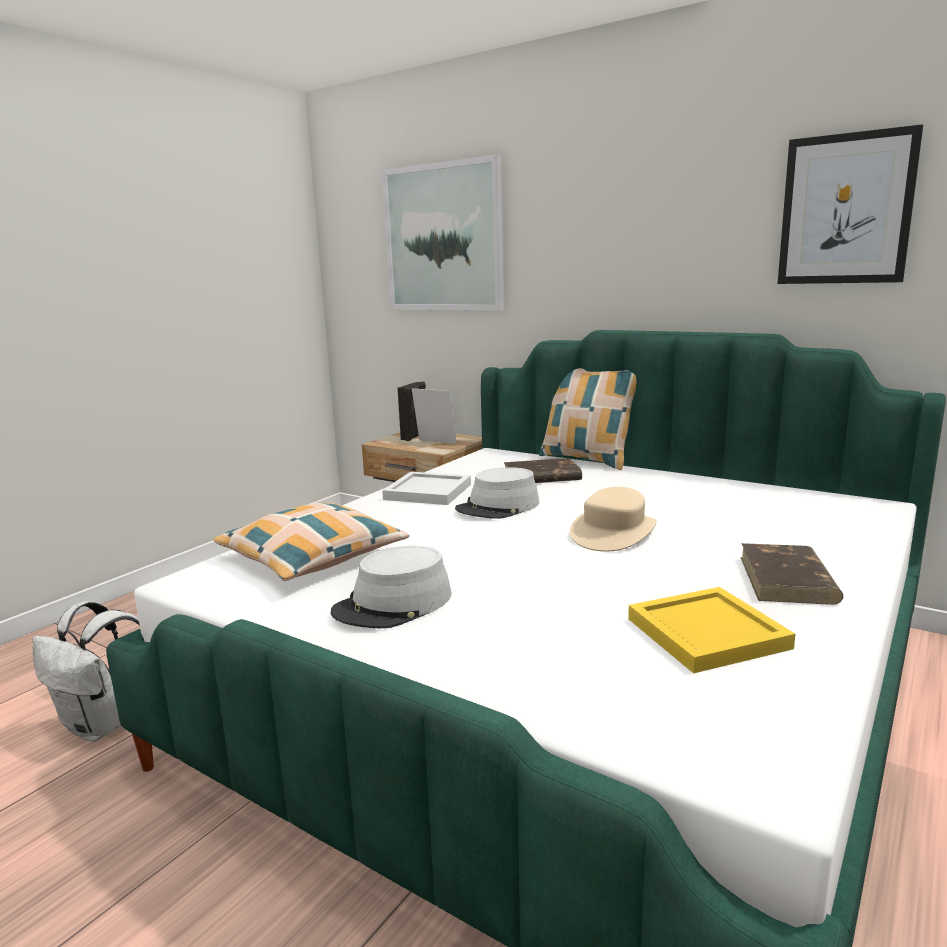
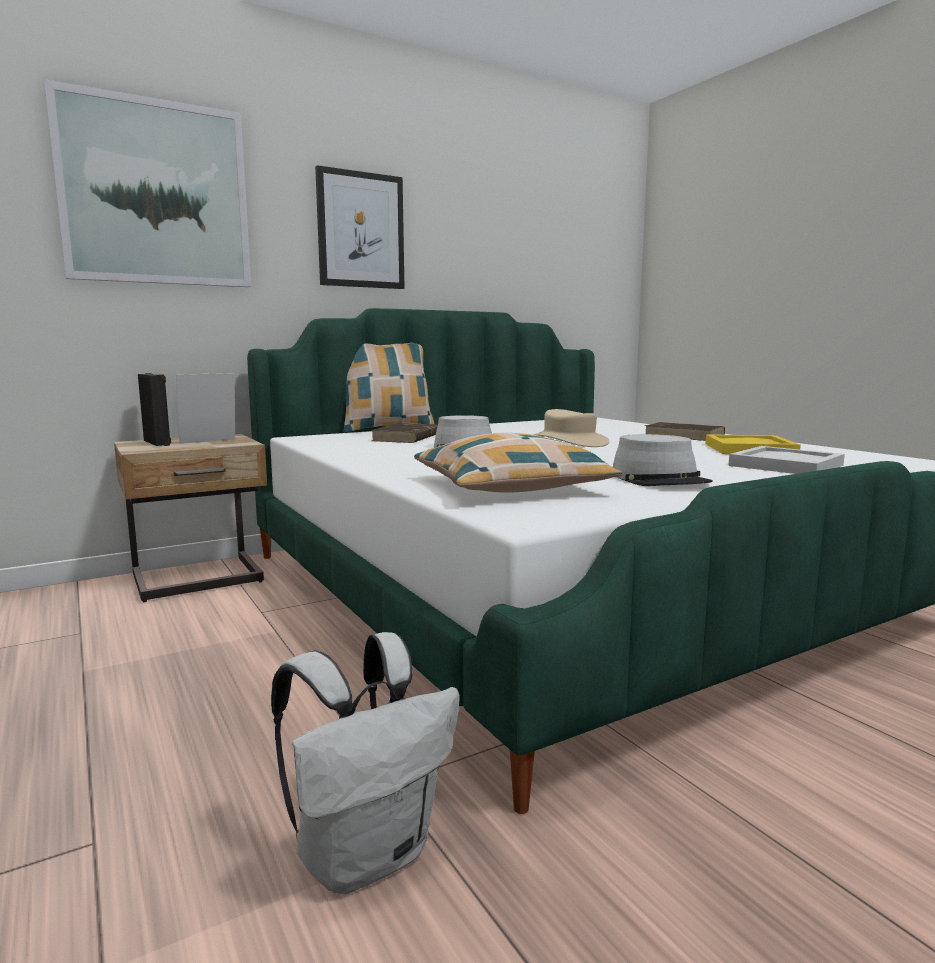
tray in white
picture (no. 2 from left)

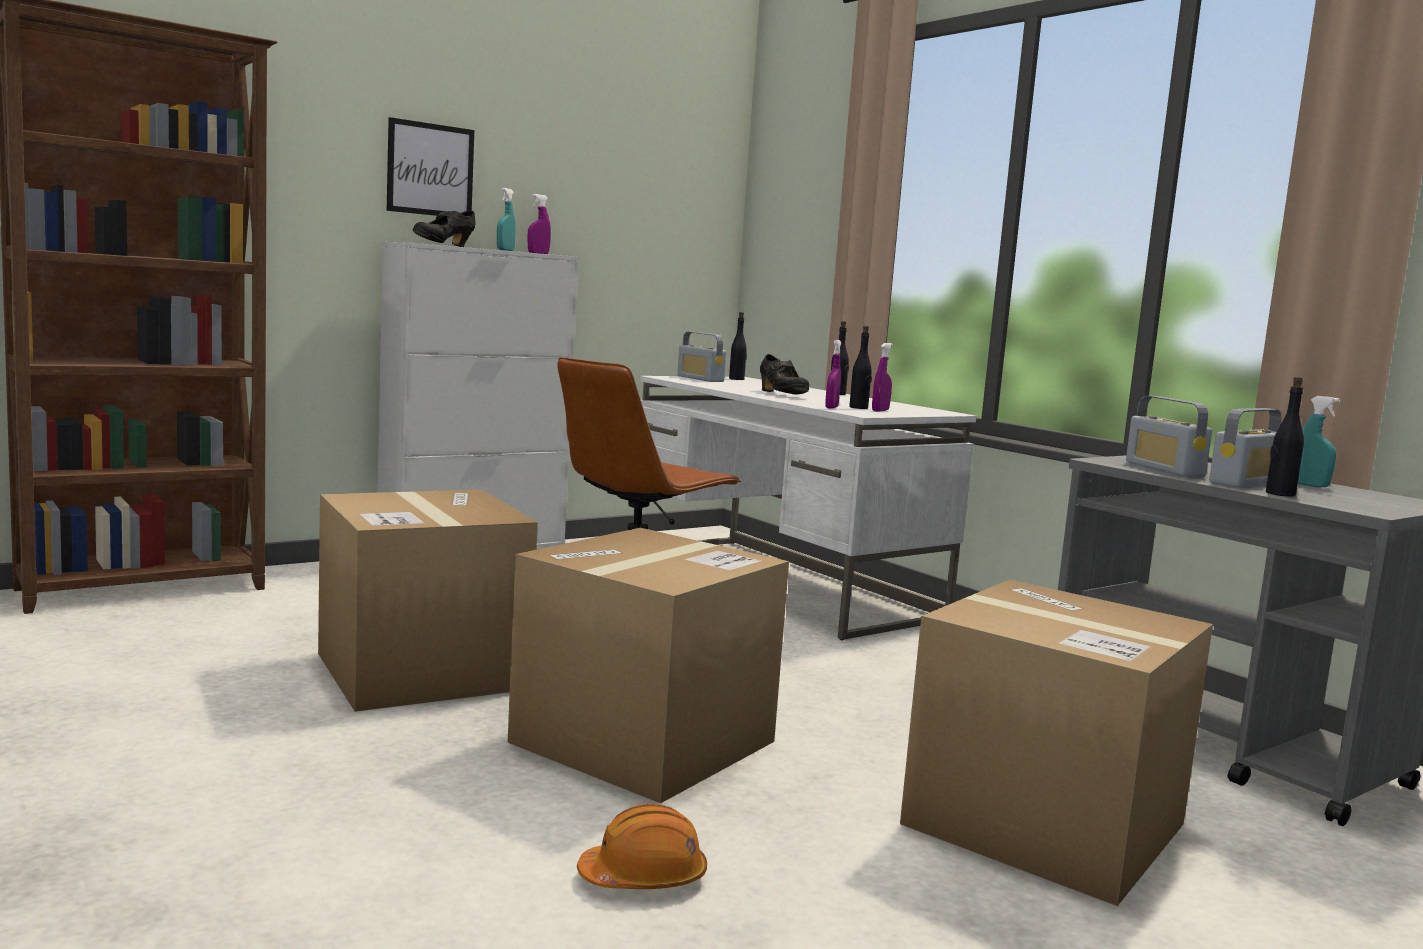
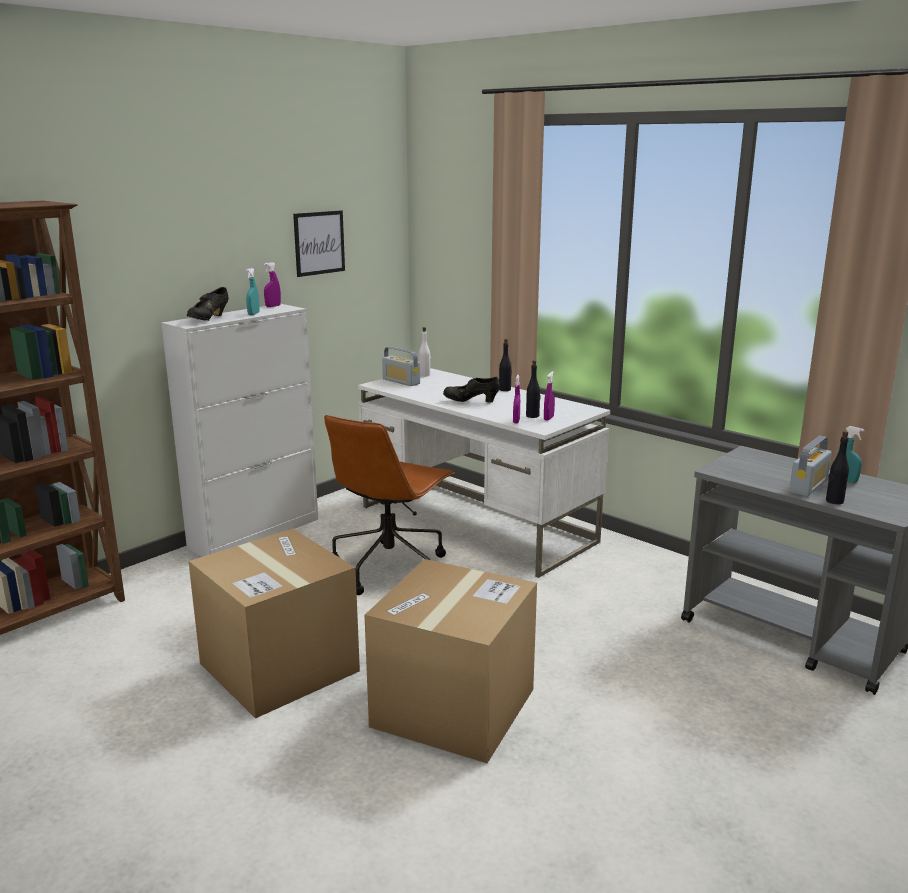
picture
hard hat in orange
bottle in white
shoe in black (no. 2 from left)
cardboard box (no. 3 from left in the first image)
radio (no. 2 from left in the first image)

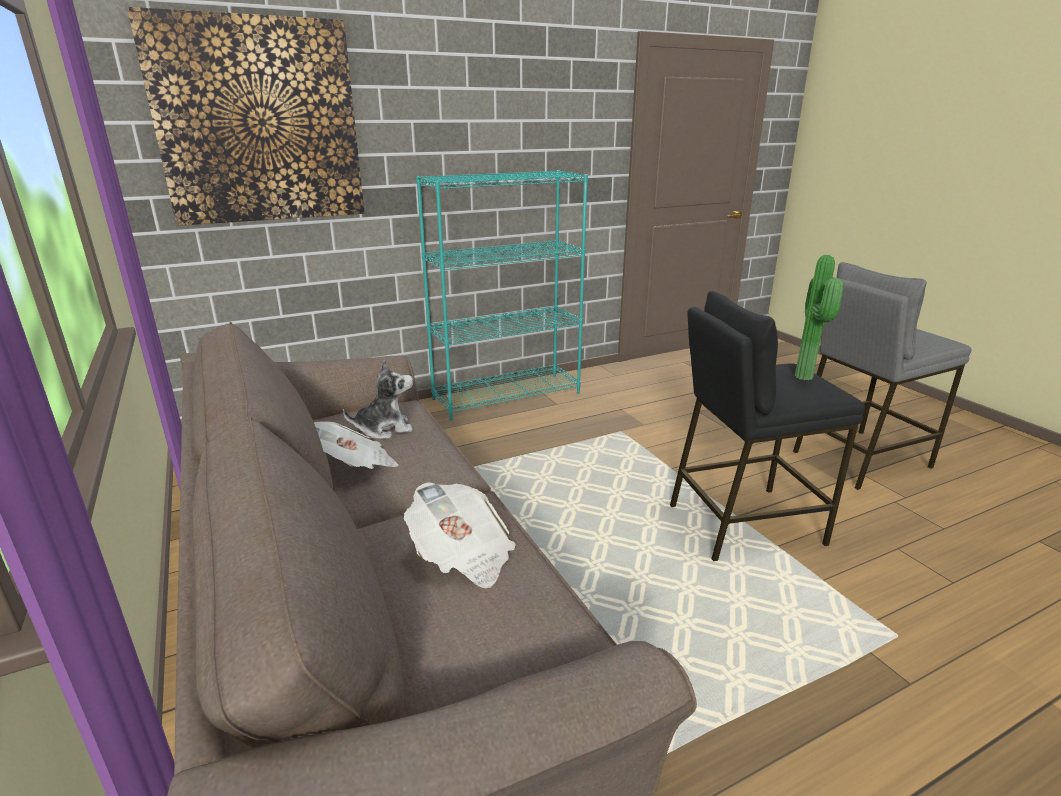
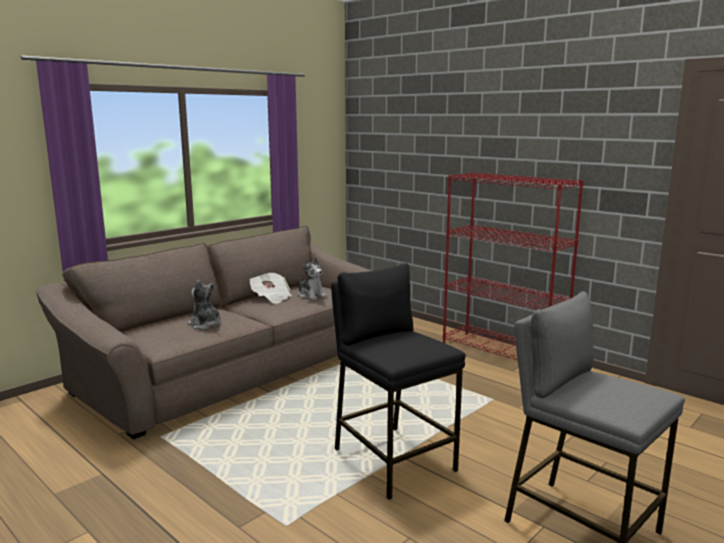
picture
plush toy (no. 1 from left)
bookcase in red
potted plant

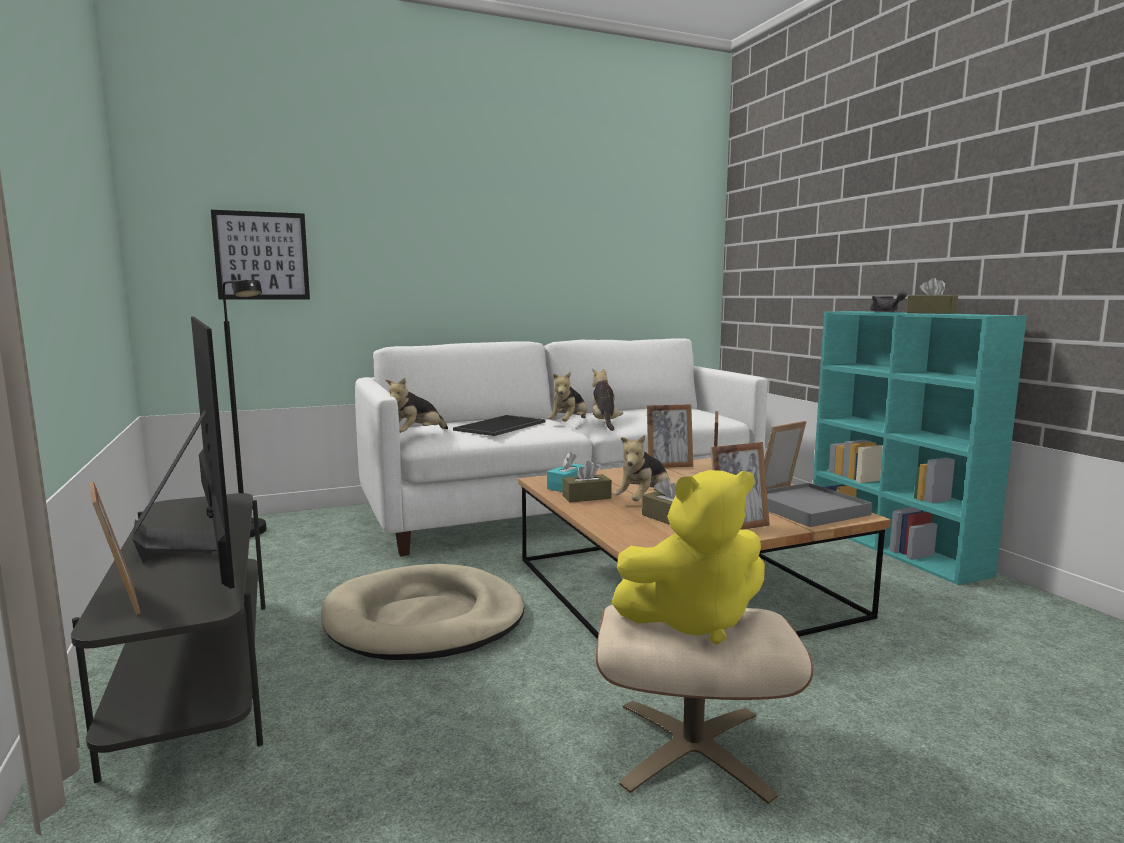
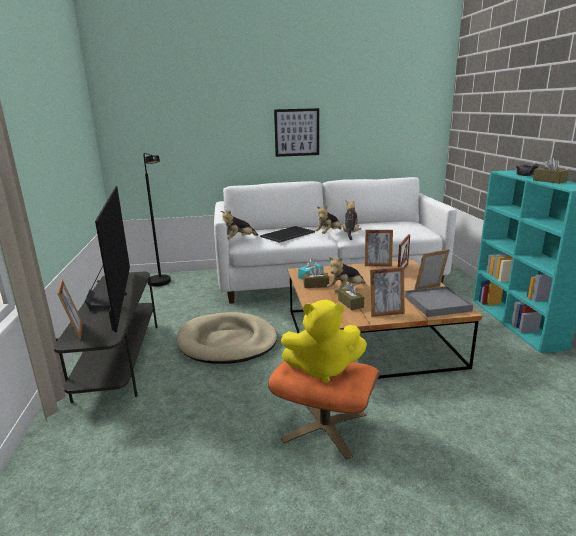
picture
ottoman in orange

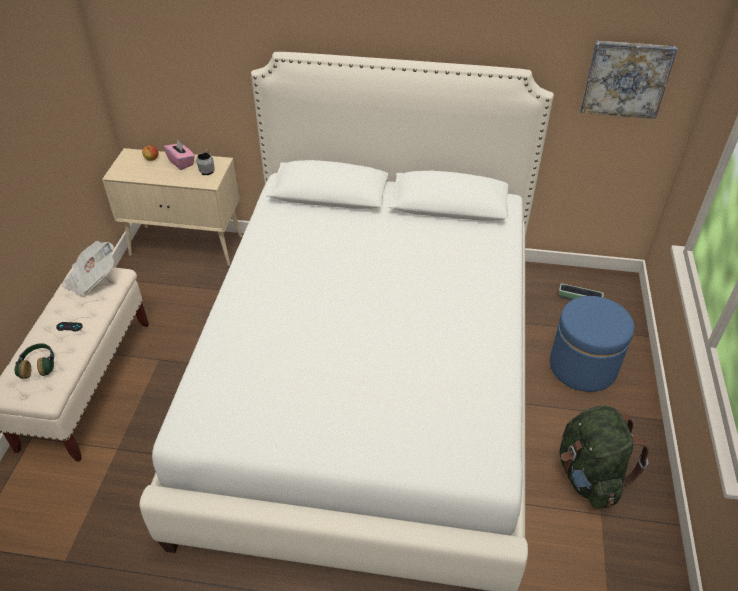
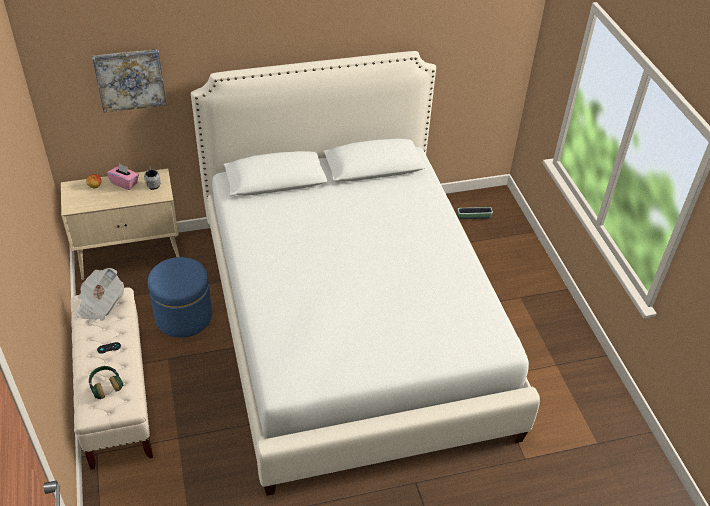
ottoman in blue
backpack in green
picture

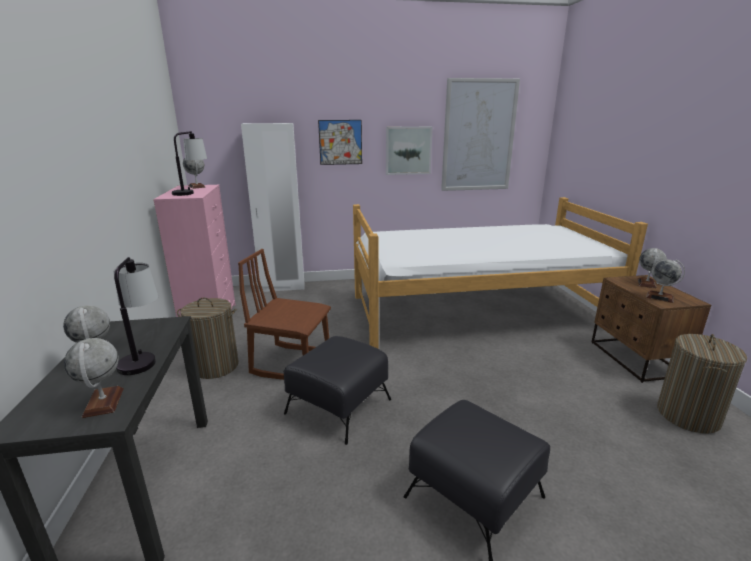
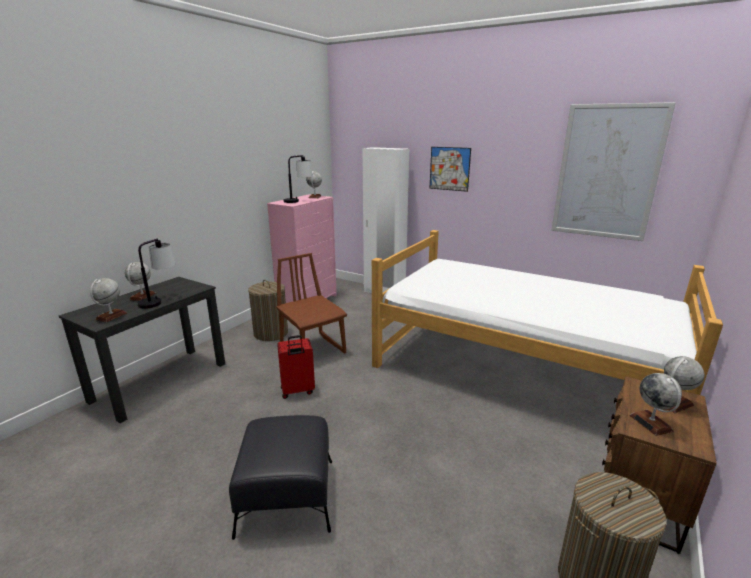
suitcase in red
picture (no. 2 from left in the first image)

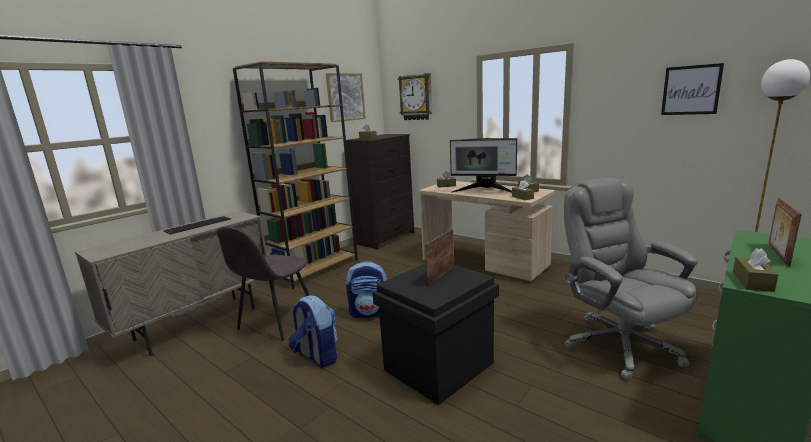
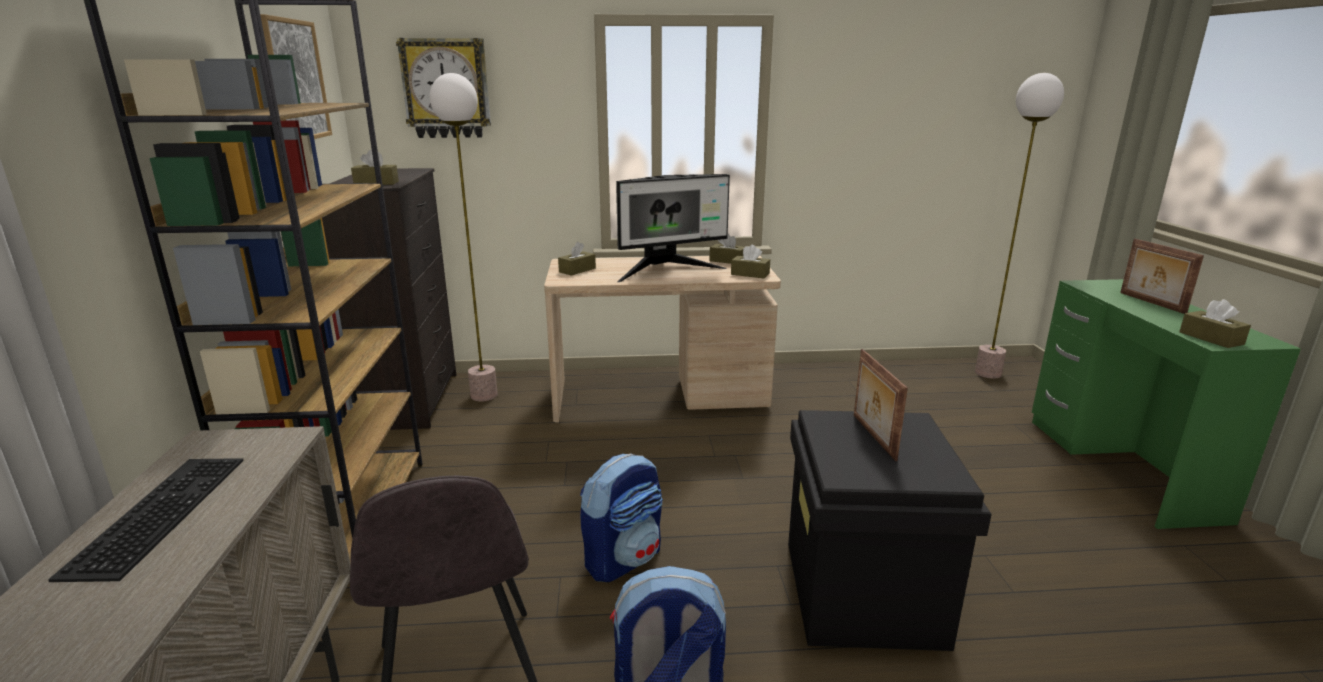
office chair in grey
picture (no. 2 from left in the first image)
floor lamp (no. 1 from left)

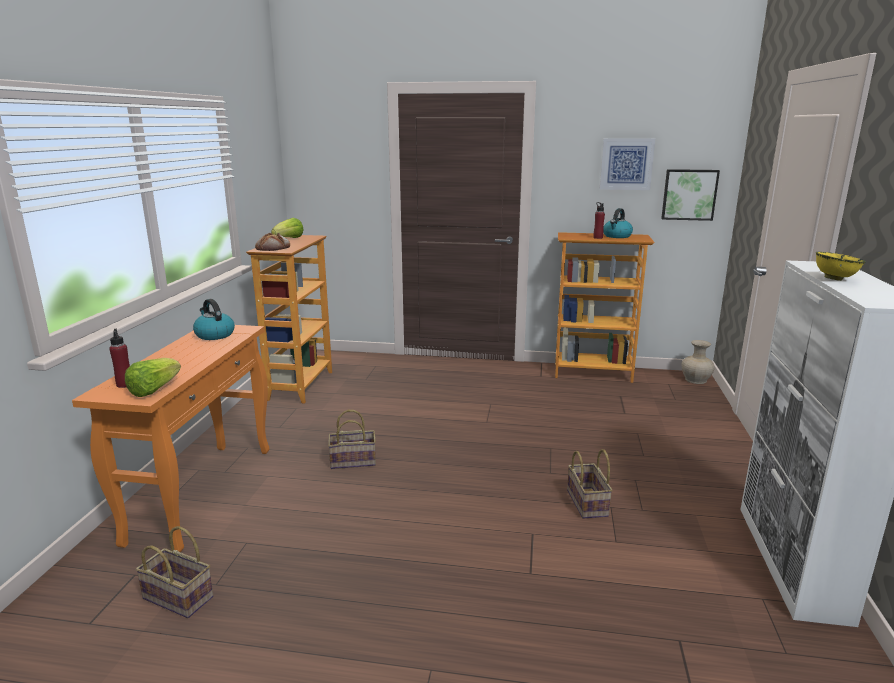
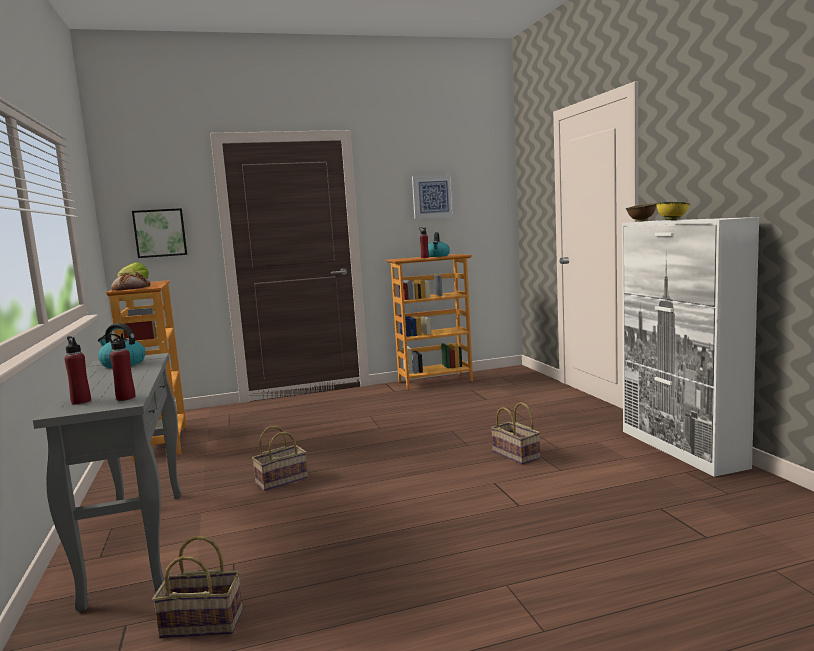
console table in grey
bottle in red (no. 2 from left)
picture (no. 1 from left)
vase in beige
bowl in brown

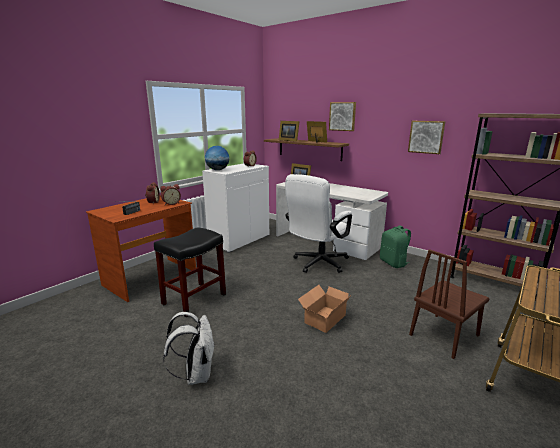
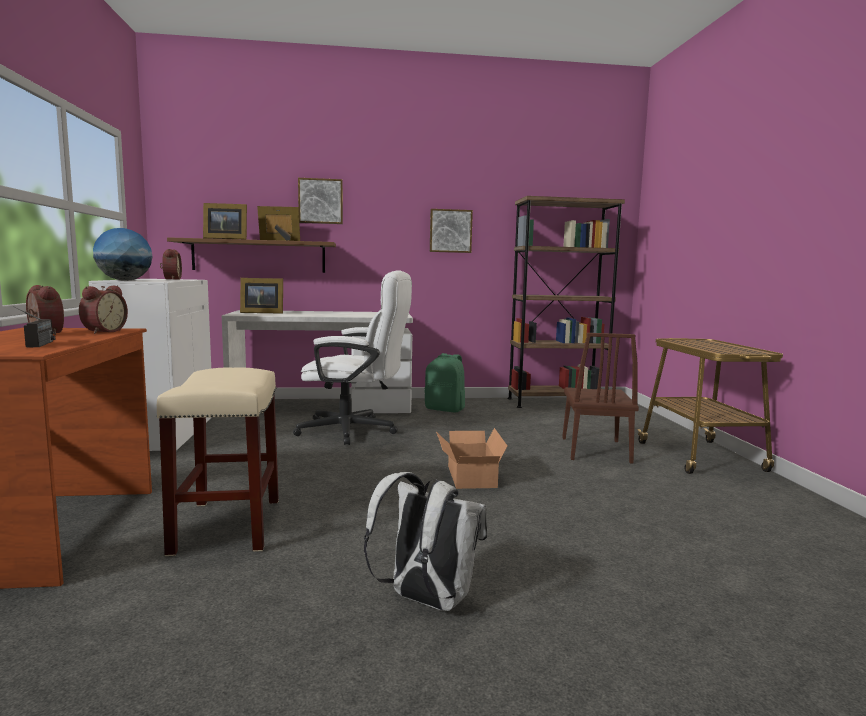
stool in beige
office chair in white

